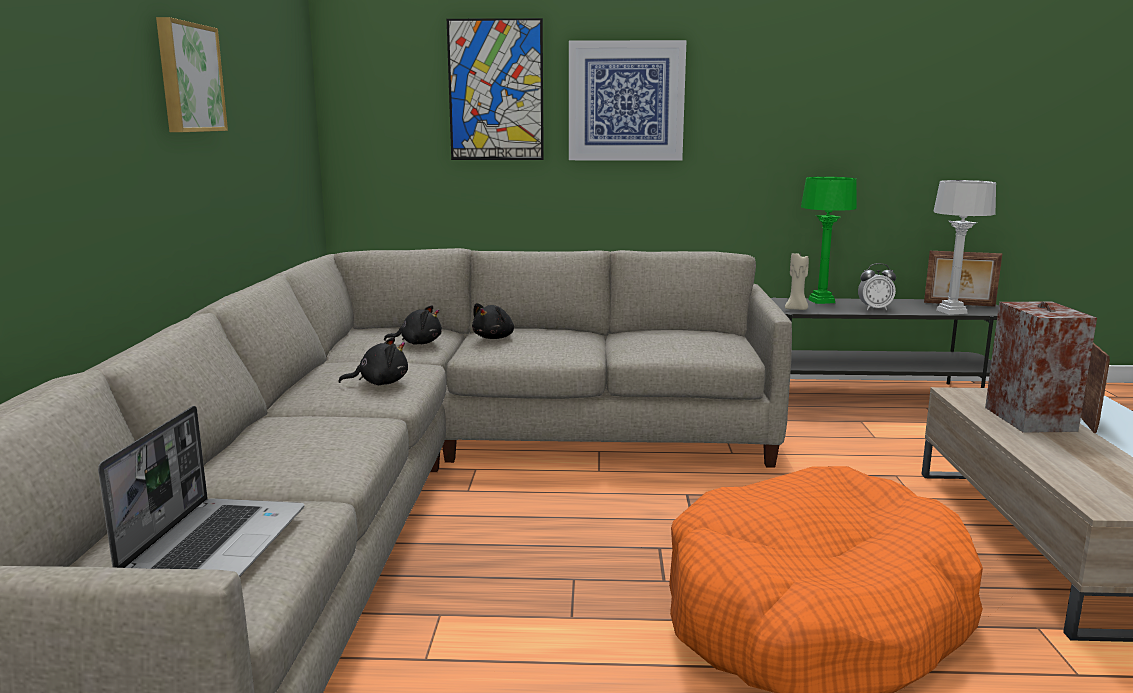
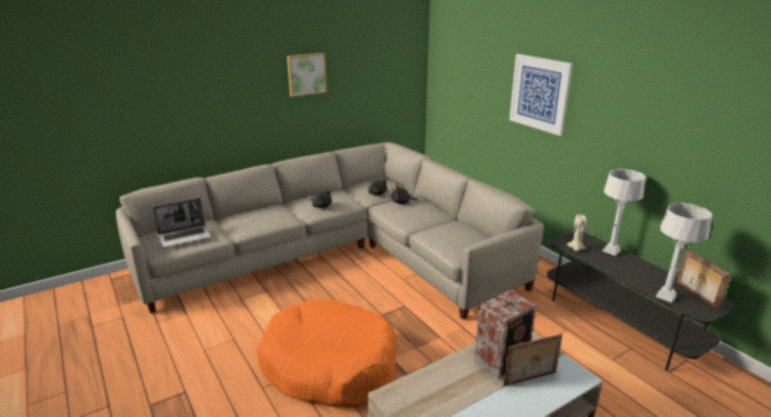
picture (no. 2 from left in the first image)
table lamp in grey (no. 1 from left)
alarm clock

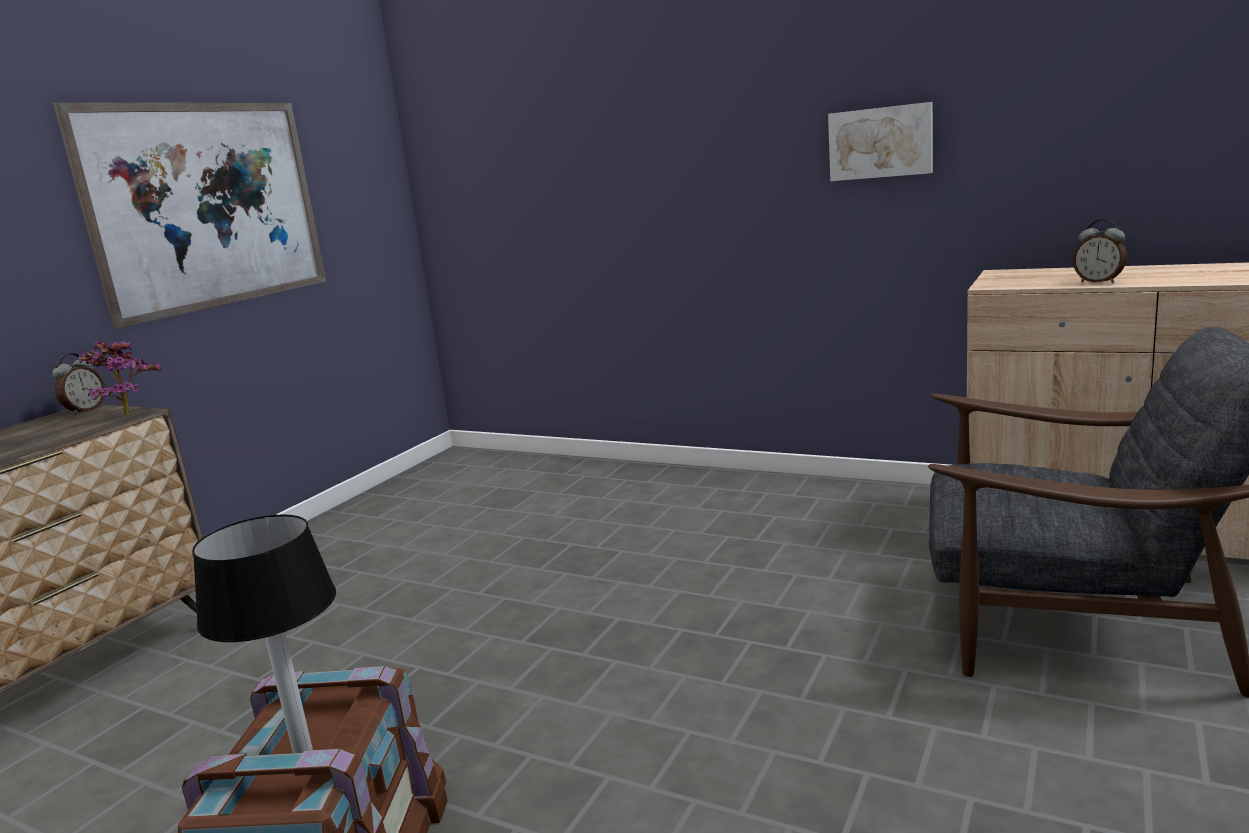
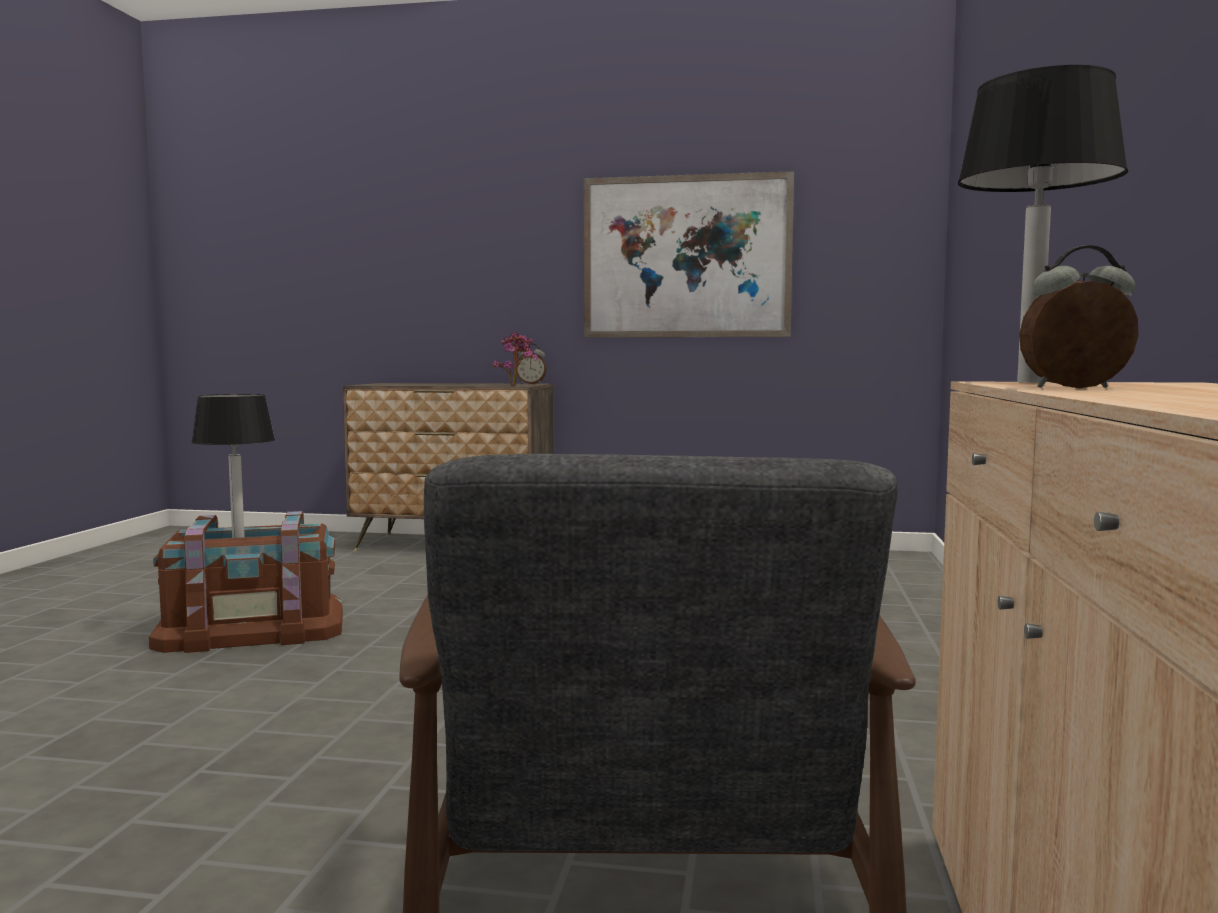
picture (no. 2 from left in the first image)
alarm clock (no. 2 from left)
table lamp (no. 2 from left)

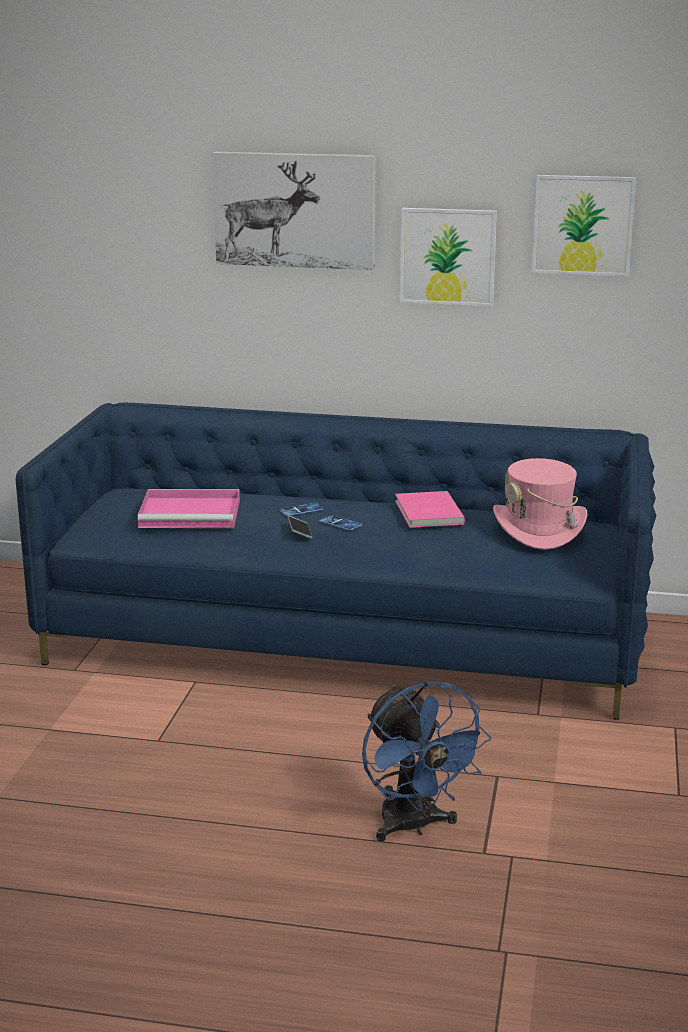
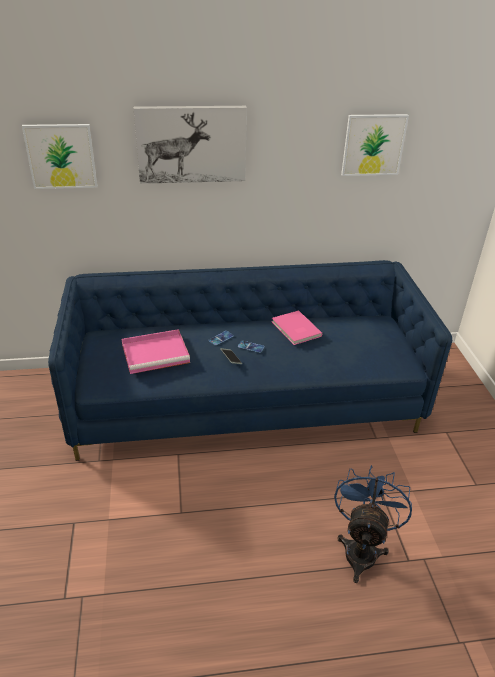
fan in blue
picture (no. 1 from left)
hat in pink

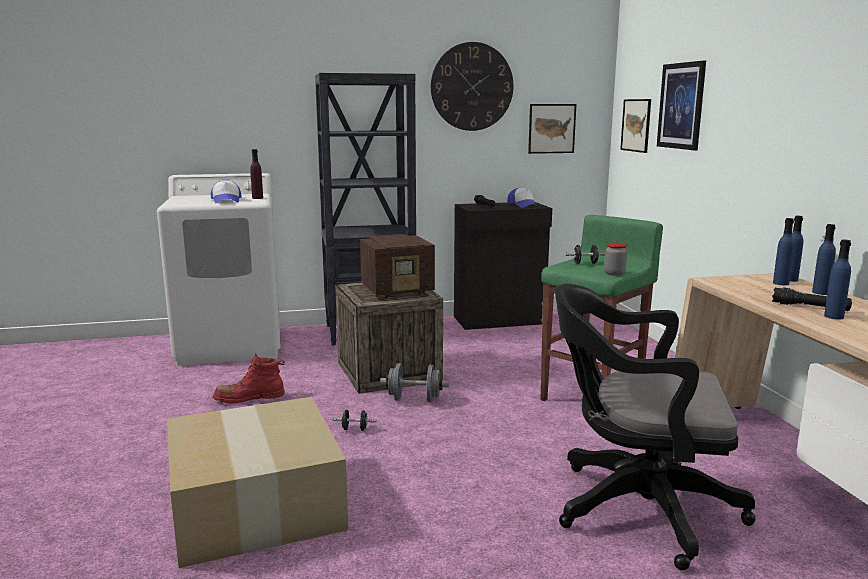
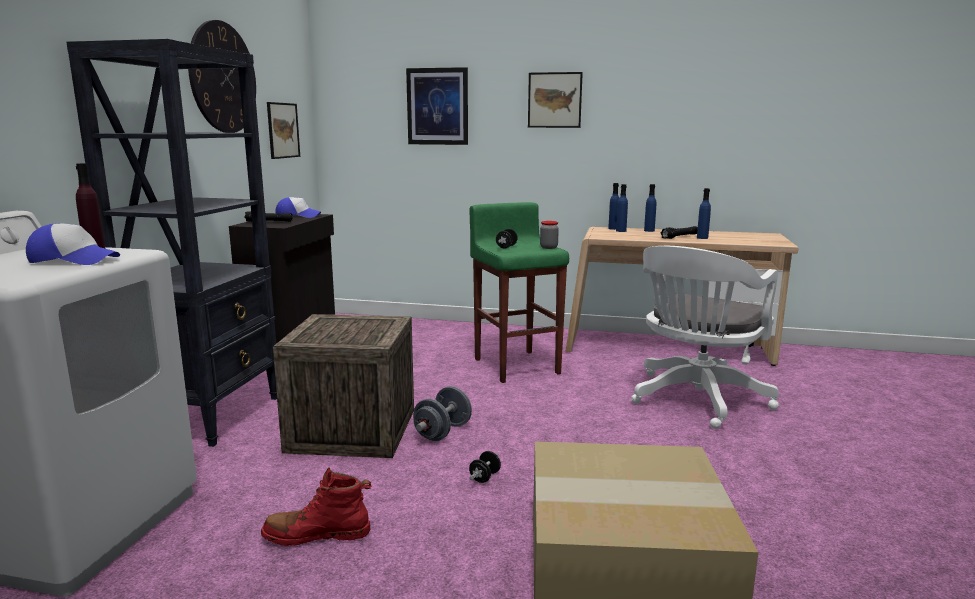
boot in red
radio
office chair in white
picture (no. 3 from left)

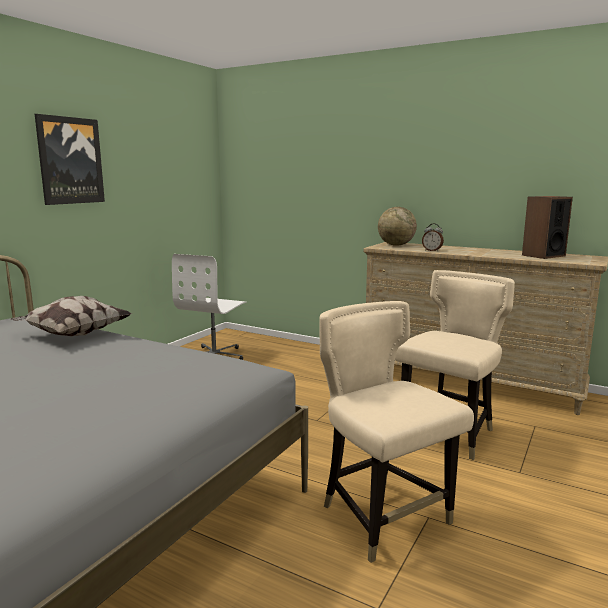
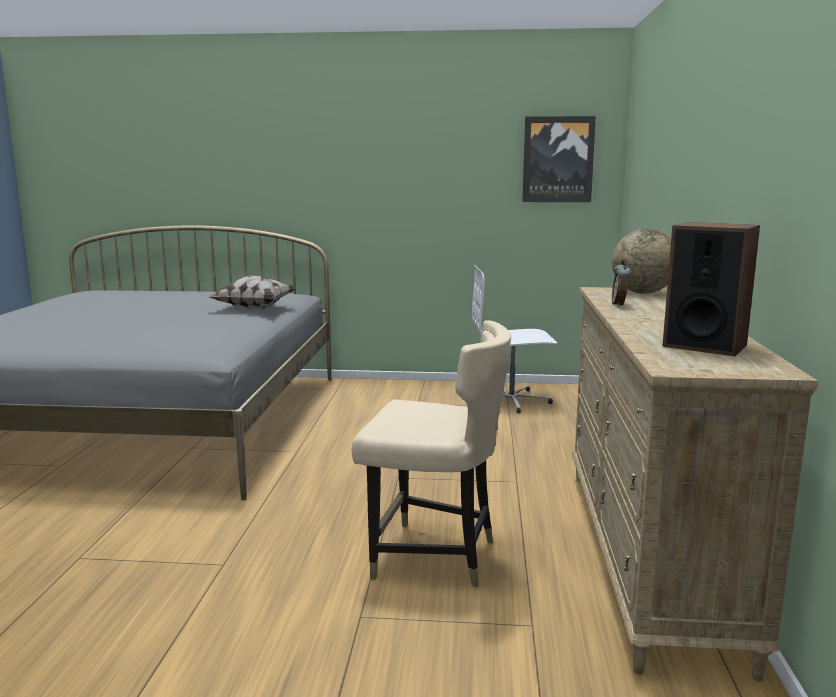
picture
chair in beige (no. 1 from left in the first image)

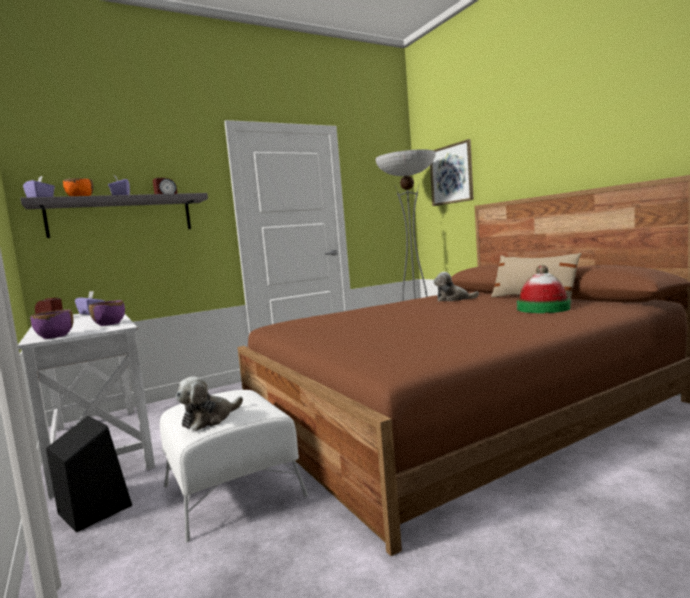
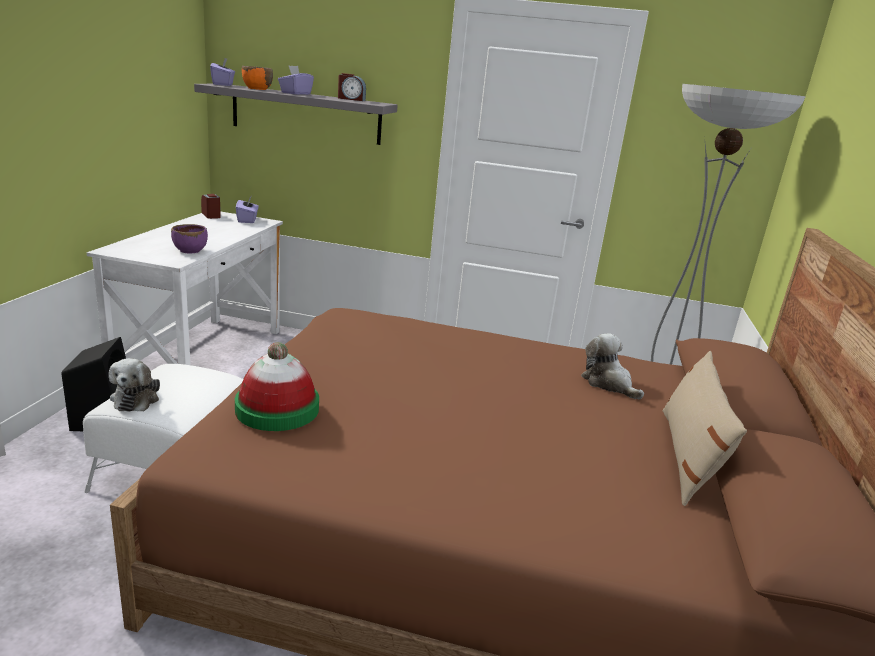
bowl in purple (no. 1 from left in the first image)
plush toy (no. 1 from left)
picture
hat

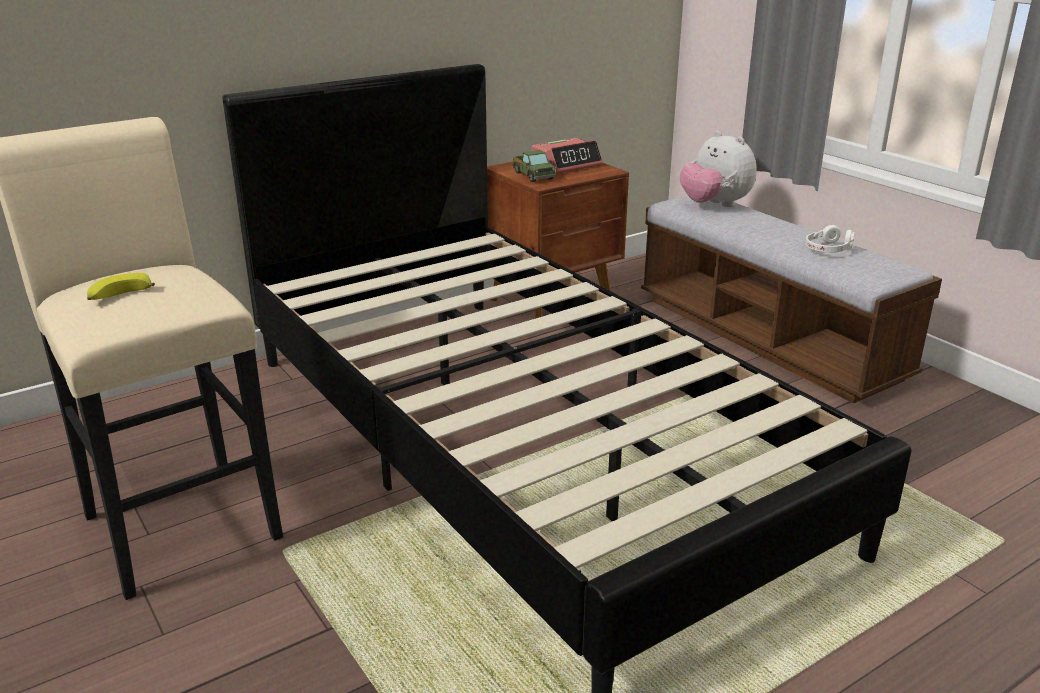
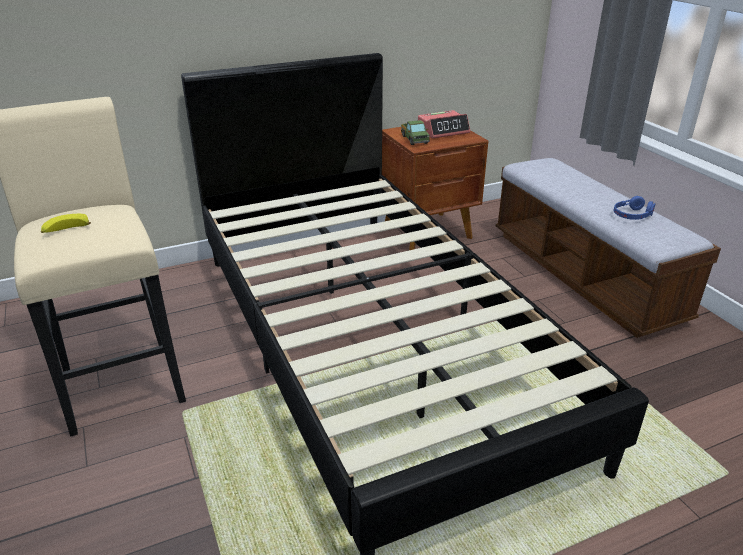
plush toy
headphones in blue

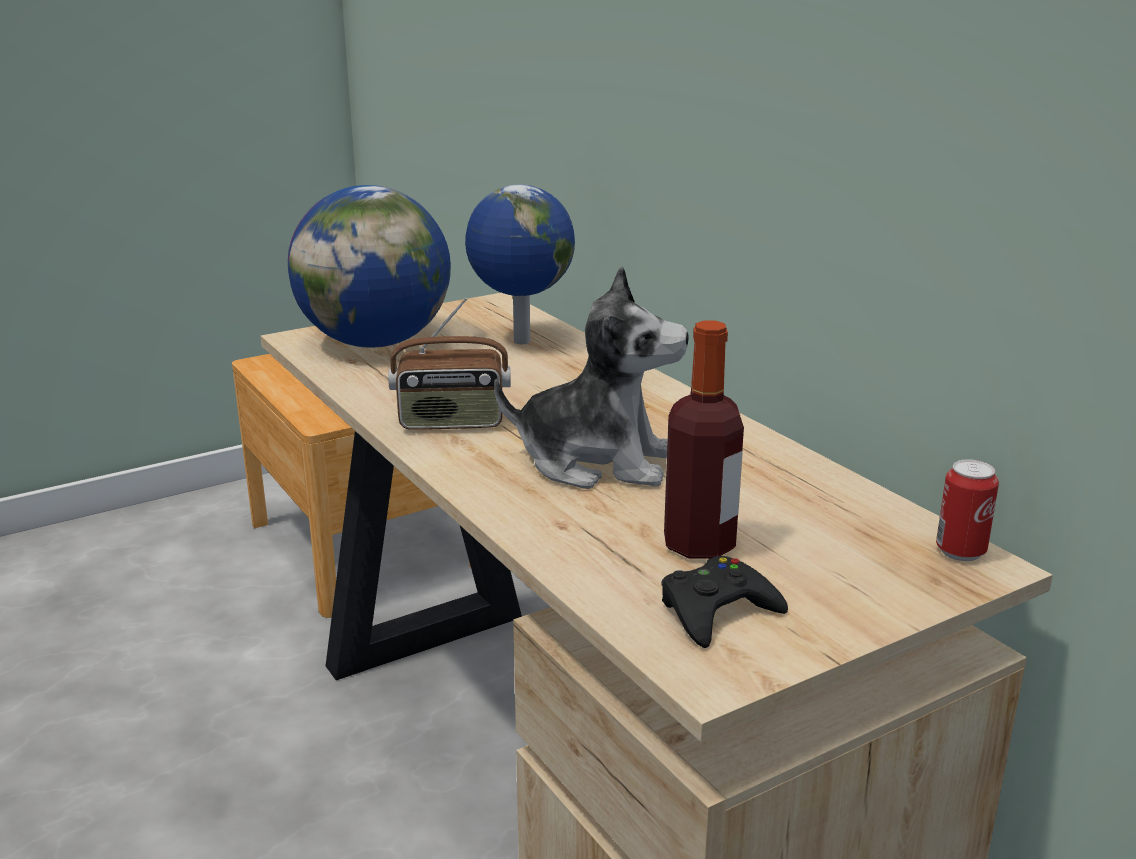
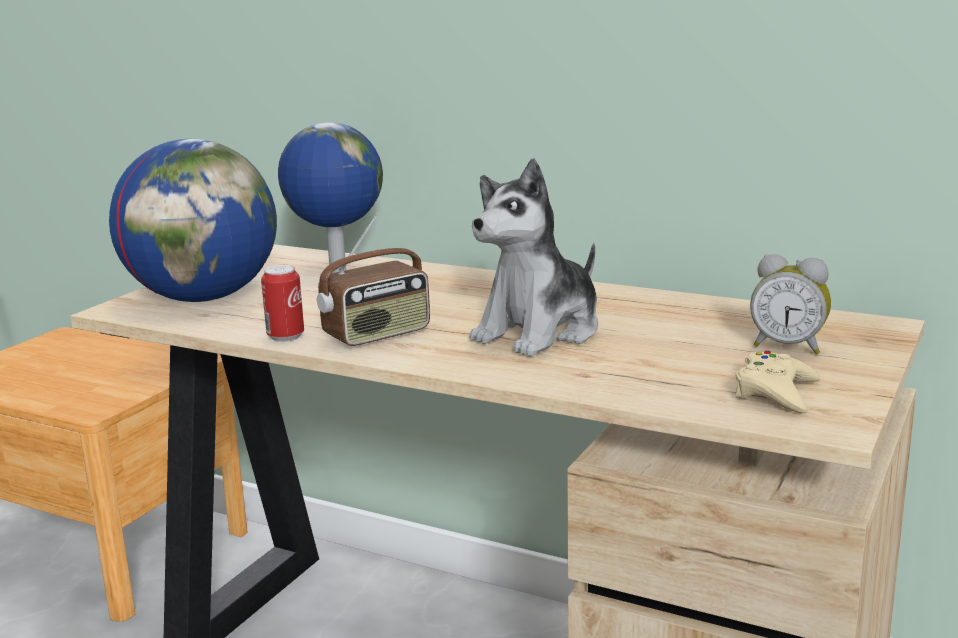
plush toy
game controller in beige
bottle
can
alarm clock

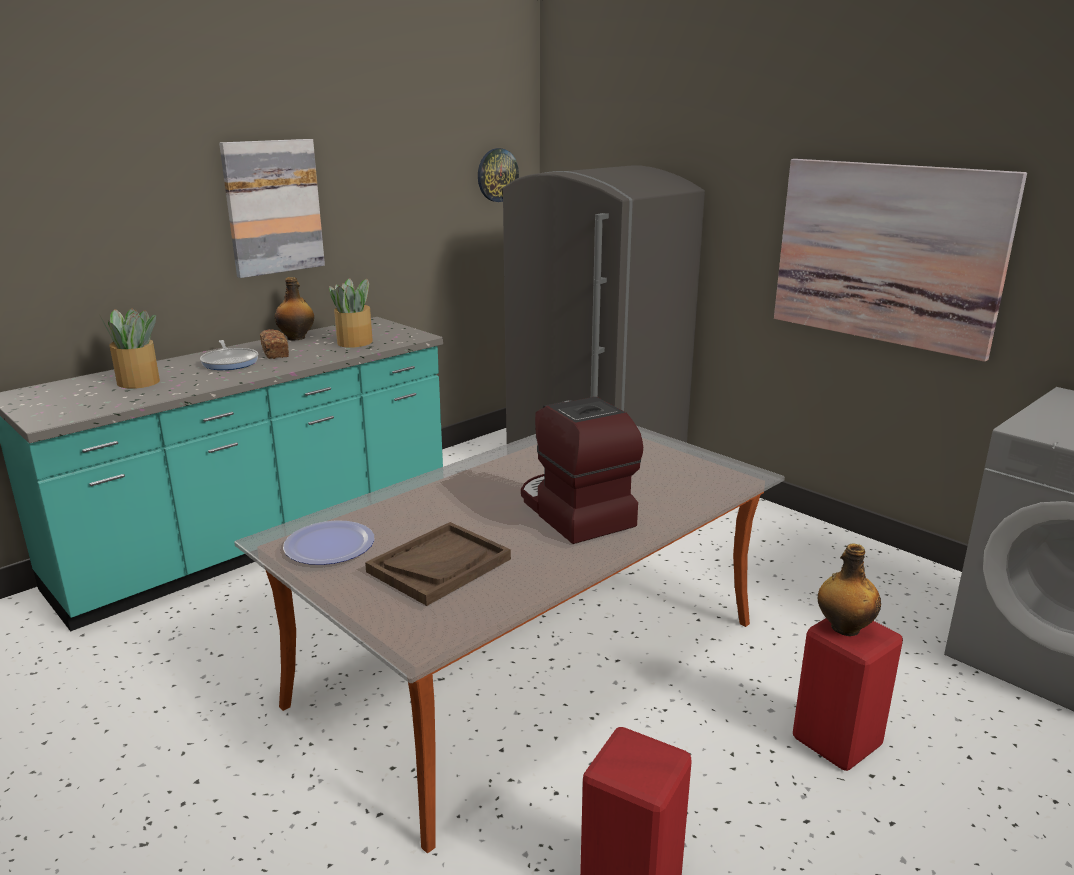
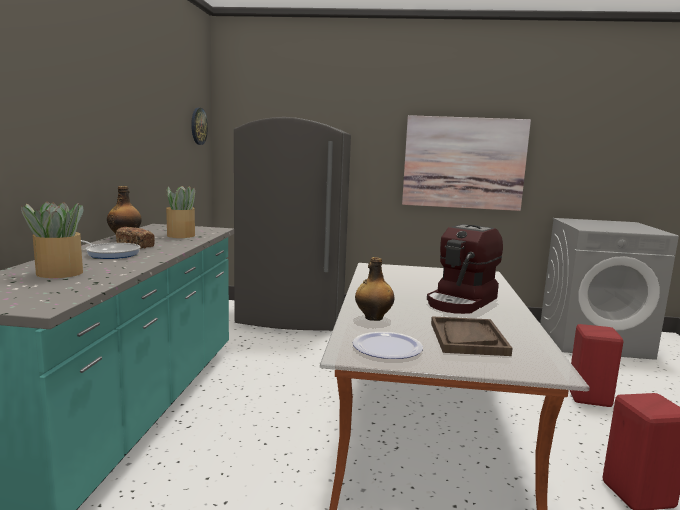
picture (no. 1 from left in the first image)
coffee machine
bottle (no. 2 from left)

